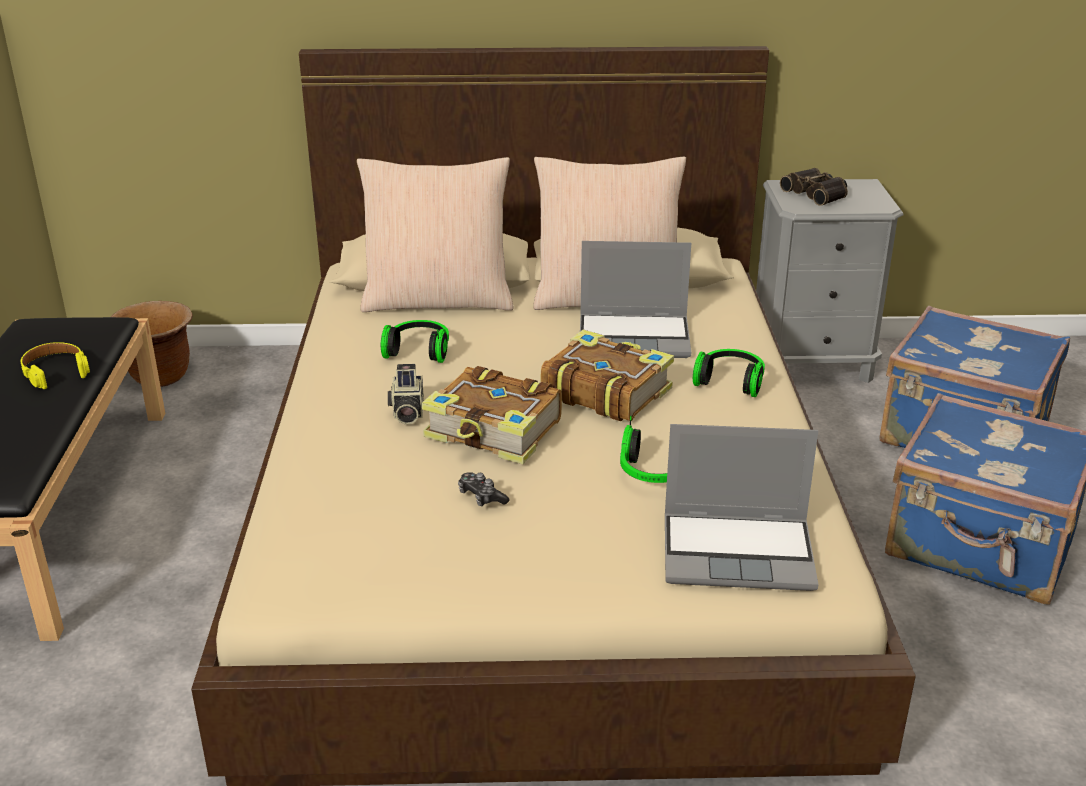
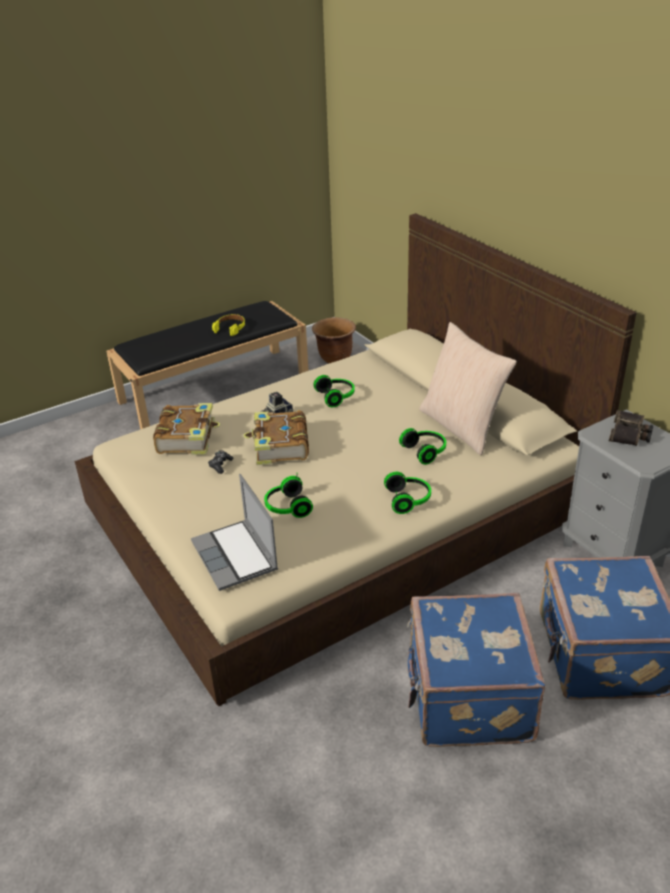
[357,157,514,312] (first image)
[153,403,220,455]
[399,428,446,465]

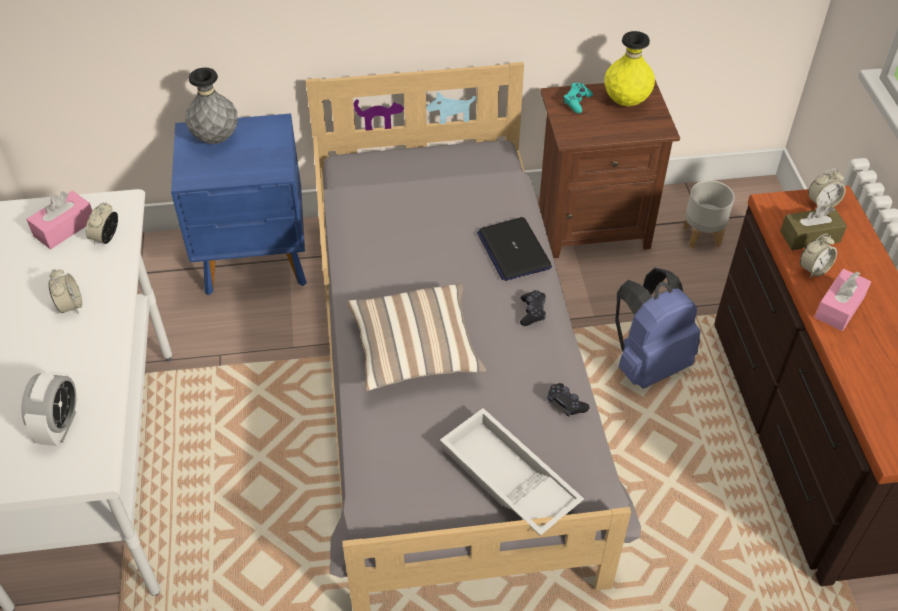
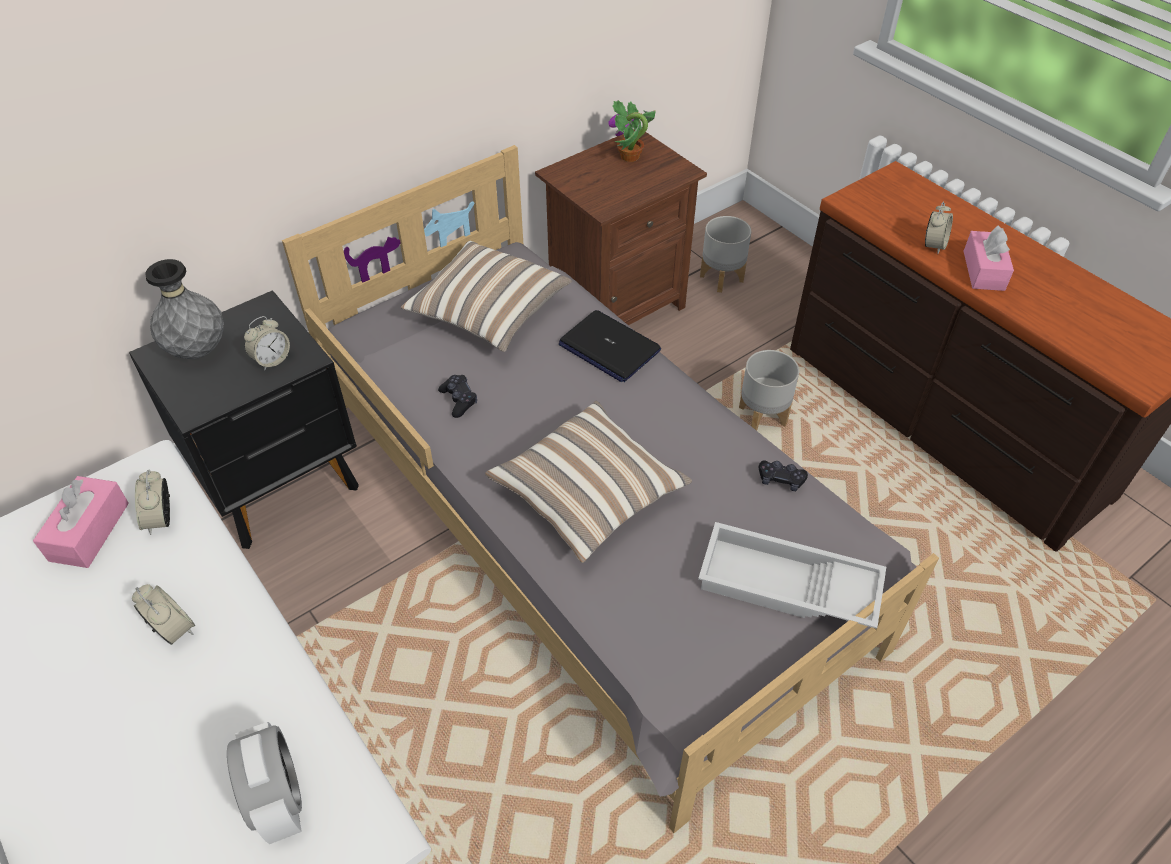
[563,83,593,113] (first image)
[780,205,847,250] (first image)
[401,241,572,352]
[438,375,477,418]
[244,316,290,371]
[608,100,655,162]
[739,350,799,431]
[129,290,359,549]

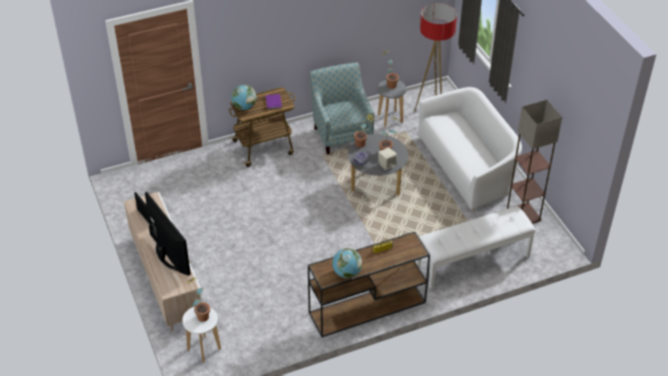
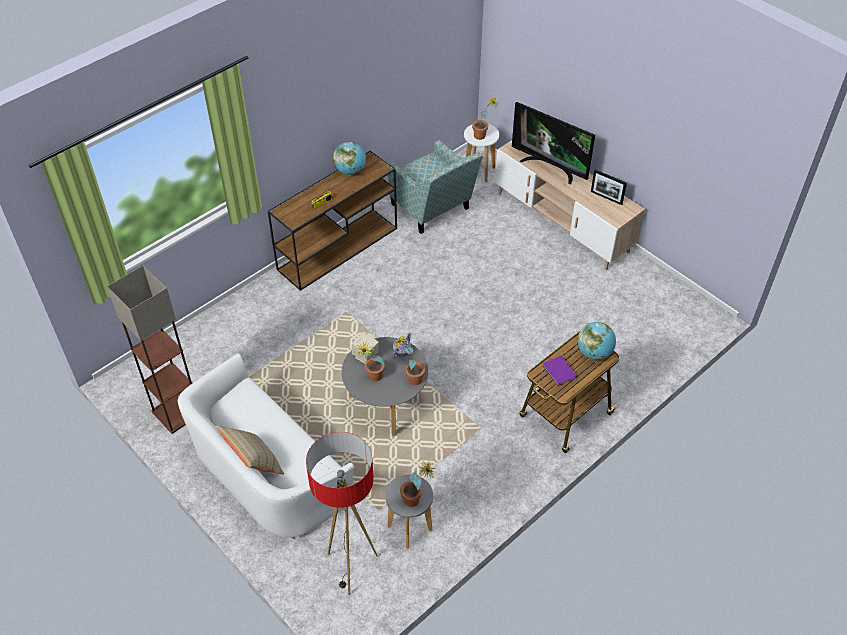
[416,206,536,289] (first image)
[217,426,284,475]
[388,140,483,234]

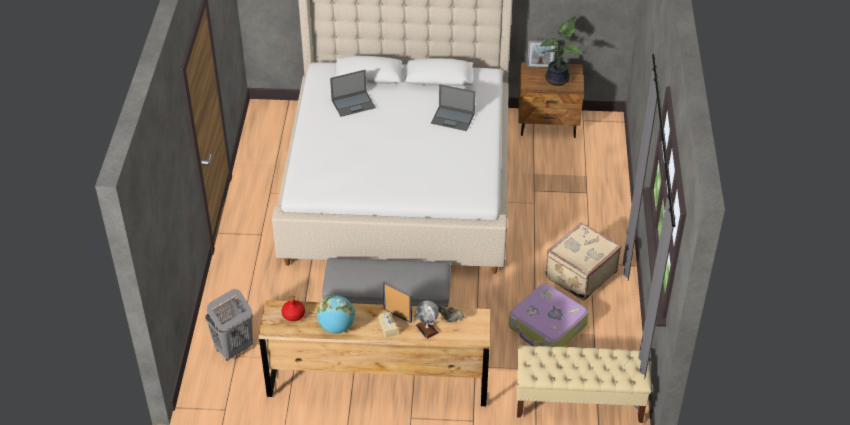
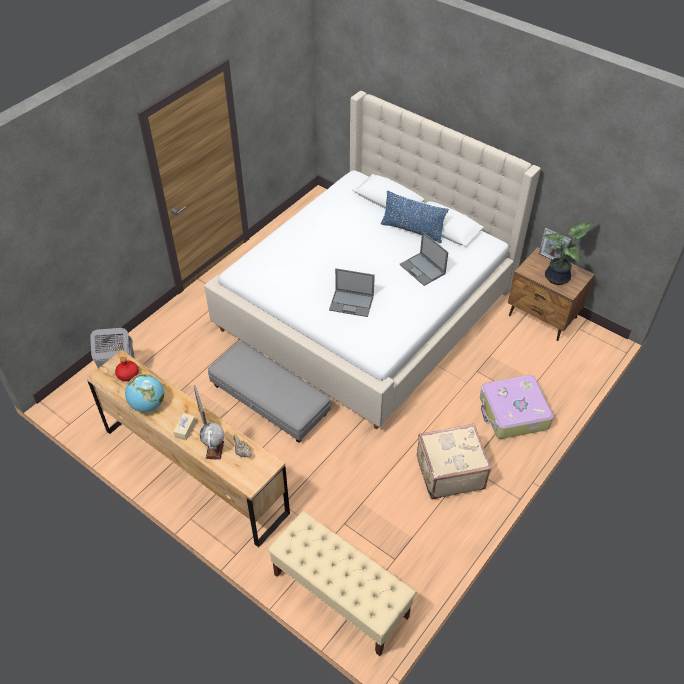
[381,191,449,243]
[329,268,375,317]
[480,375,554,439]

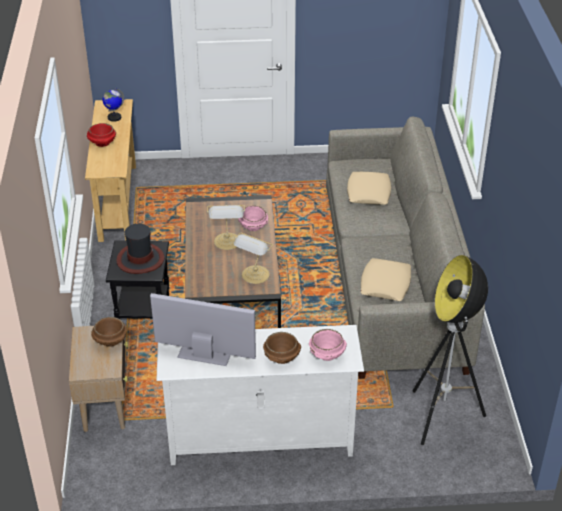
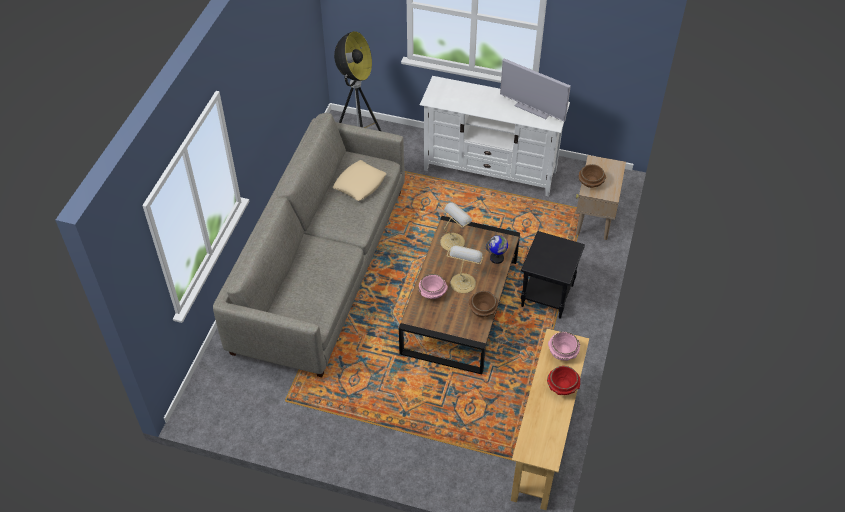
[116,224,164,274] (first image)
[347,172,391,205] (first image)
[486,235,508,264]
[469,291,498,317]
[548,332,580,361]

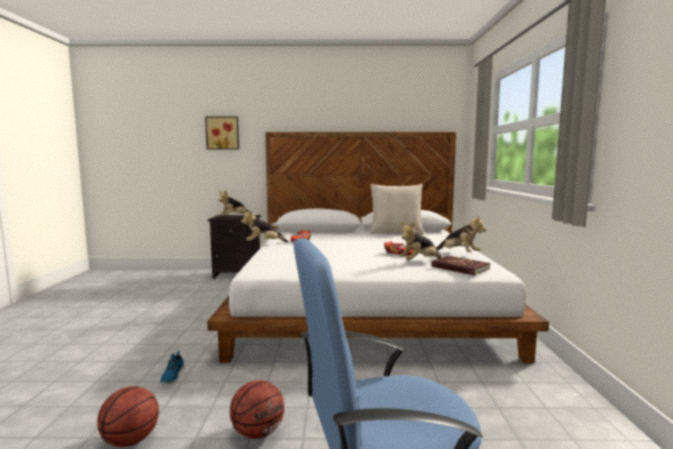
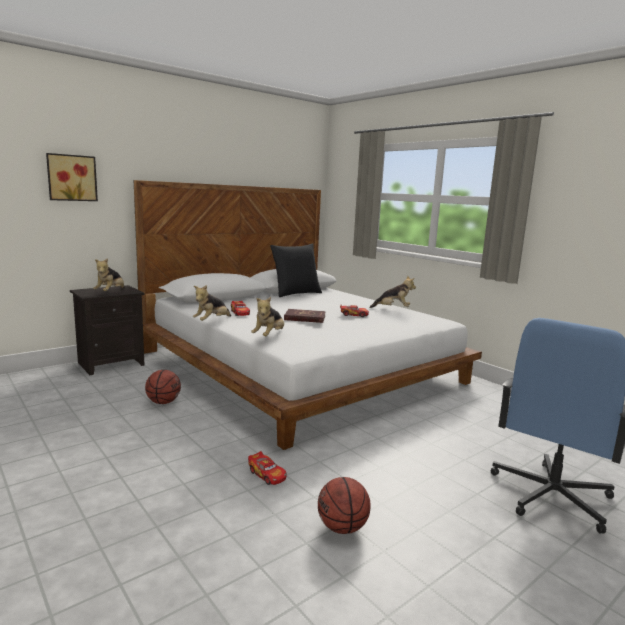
[145,370,181,404]
[251,297,284,336]
[284,309,326,323]
[248,451,287,485]
[270,243,322,297]

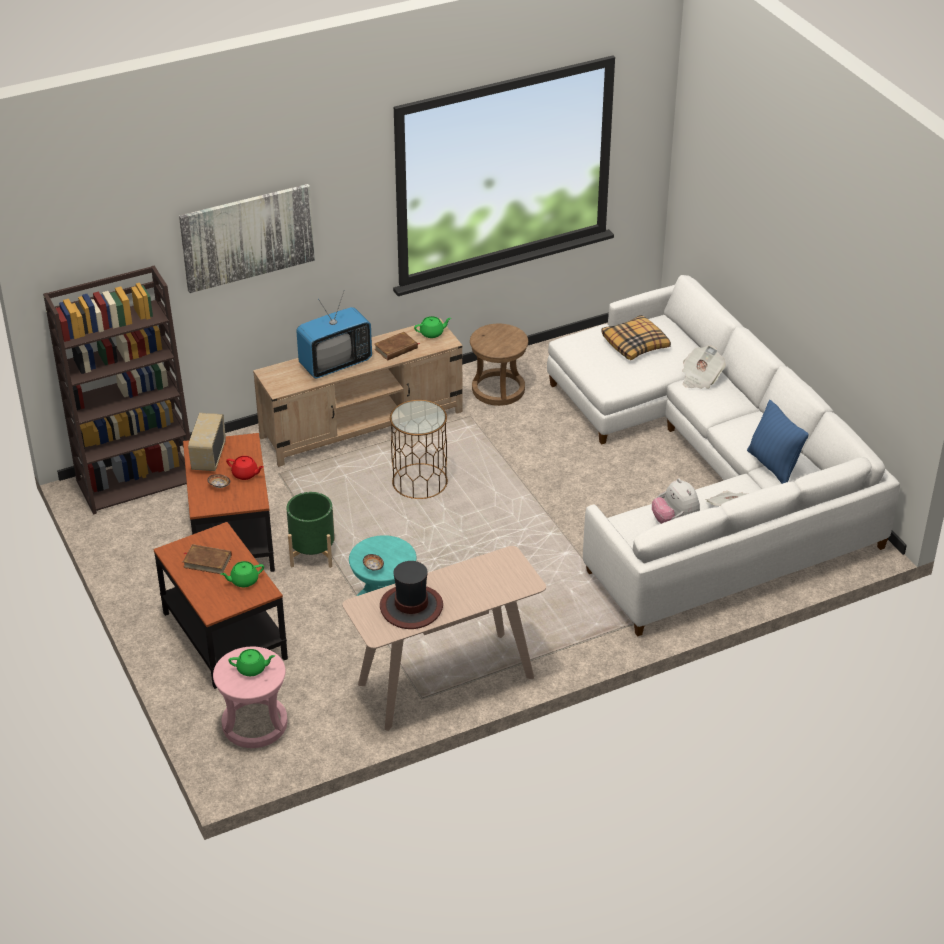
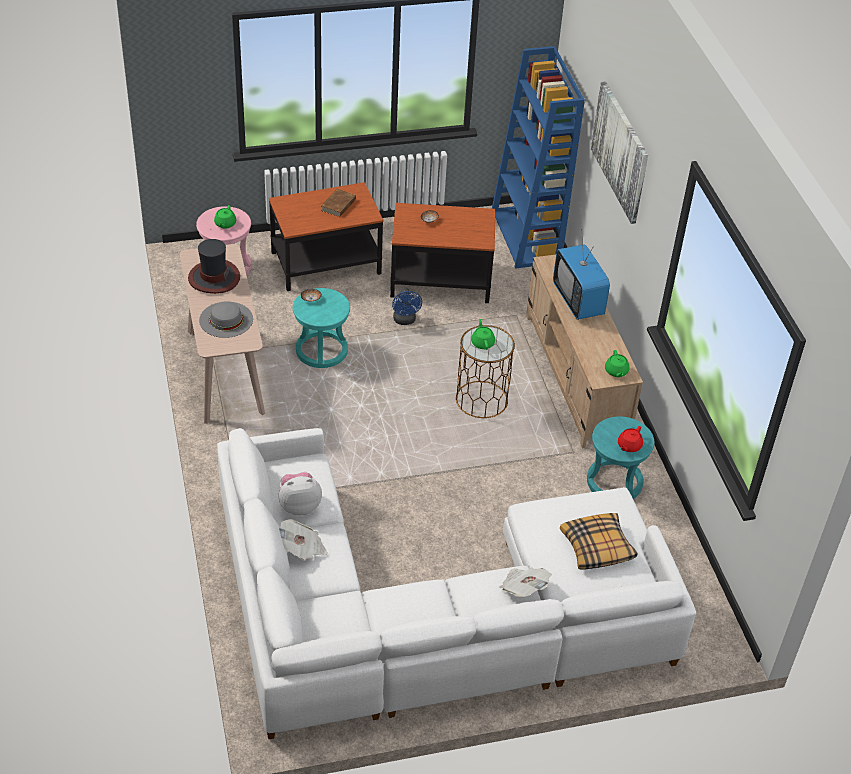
[188,413,226,471] (first image)
[374,332,419,361] (first image)
[747,400,809,484] (first image)
[199,301,253,338]
[471,319,495,350]
[618,426,643,452]
[392,287,422,325]
[492,46,585,269]
[587,416,655,499]

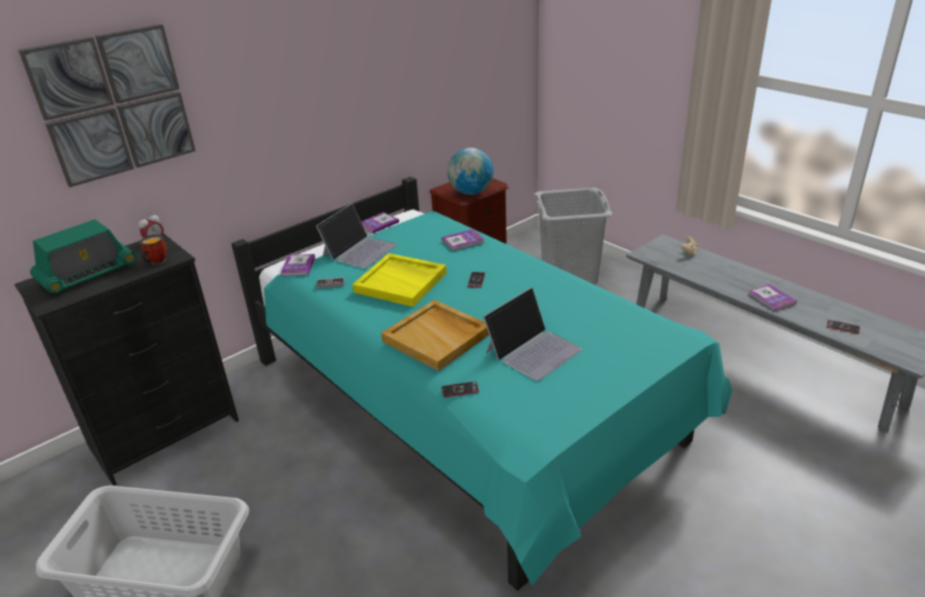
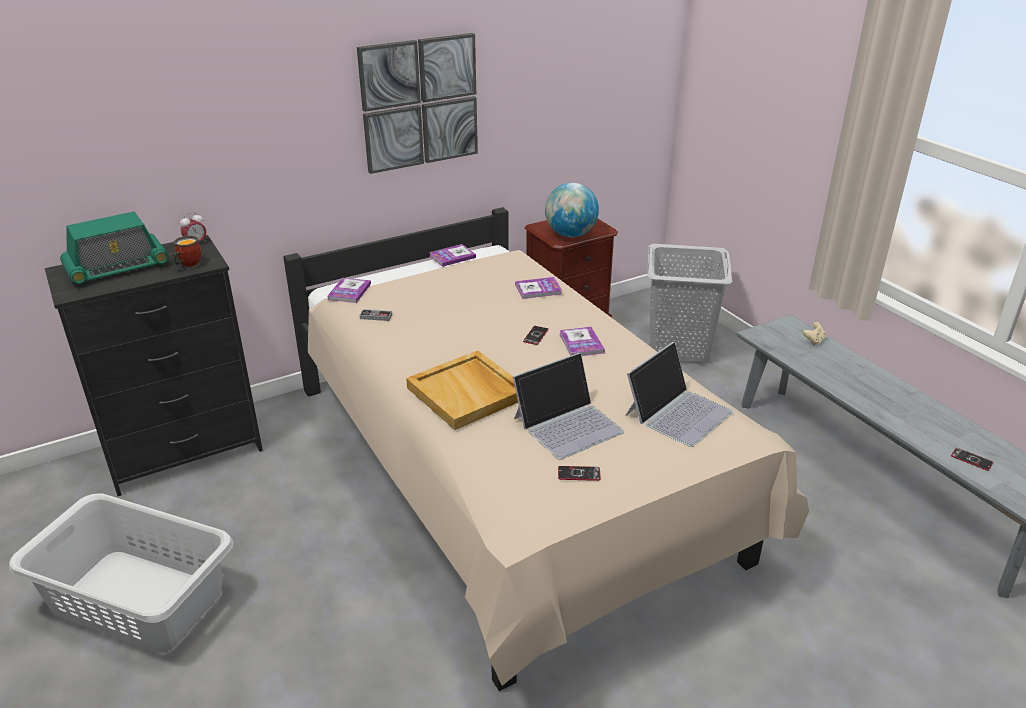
[352,253,447,307] (first image)
[357,33,478,174]
[625,342,733,447]
[558,466,601,481]
[559,327,605,356]
[283,207,809,691]

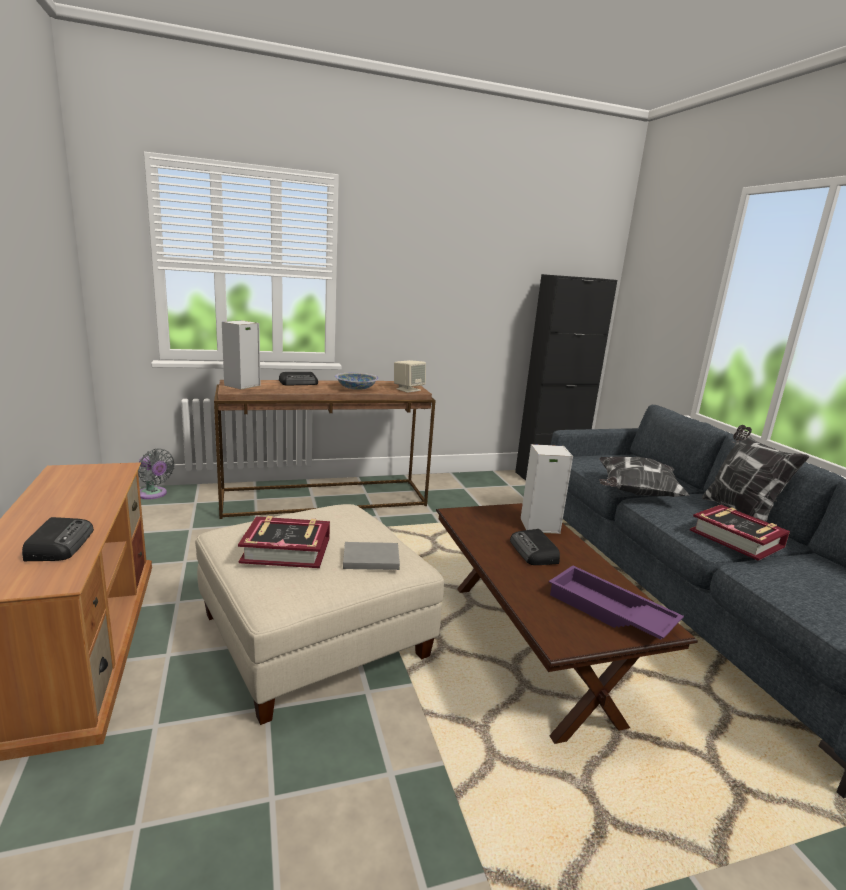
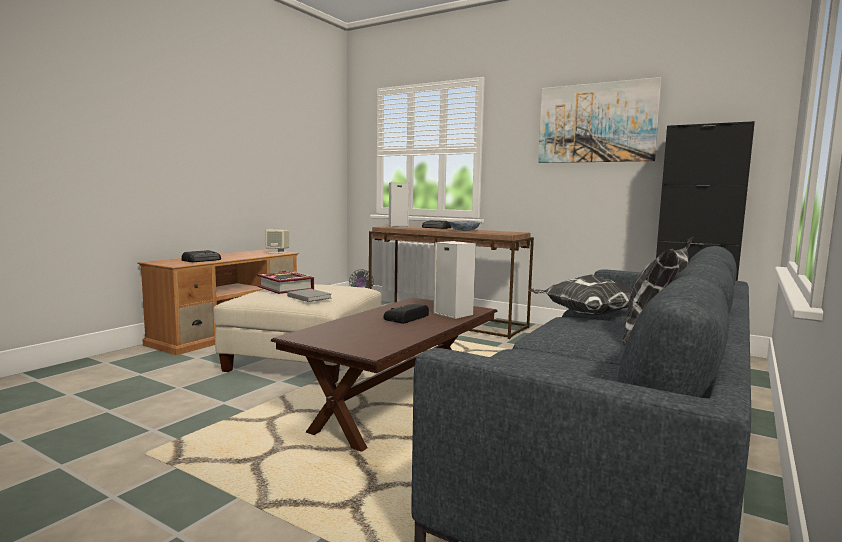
[549,566,684,640] (first image)
[690,505,790,561] (first image)
[538,77,662,163]
[266,230,289,254]

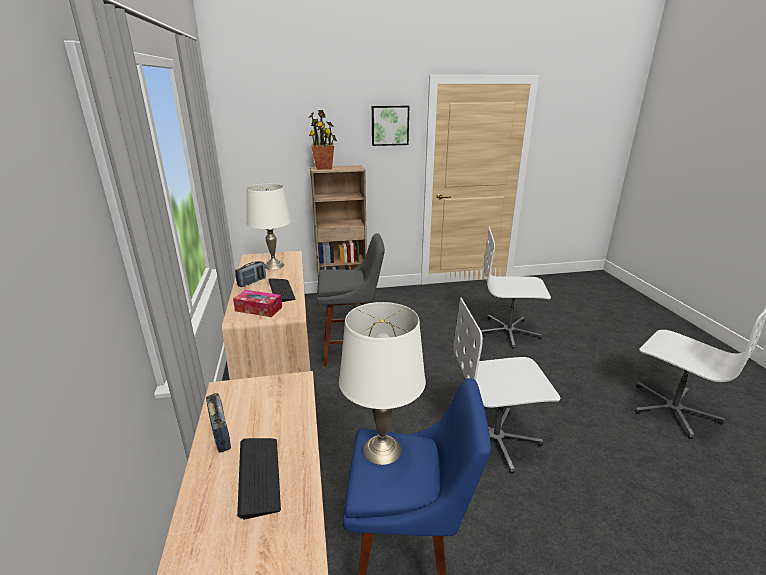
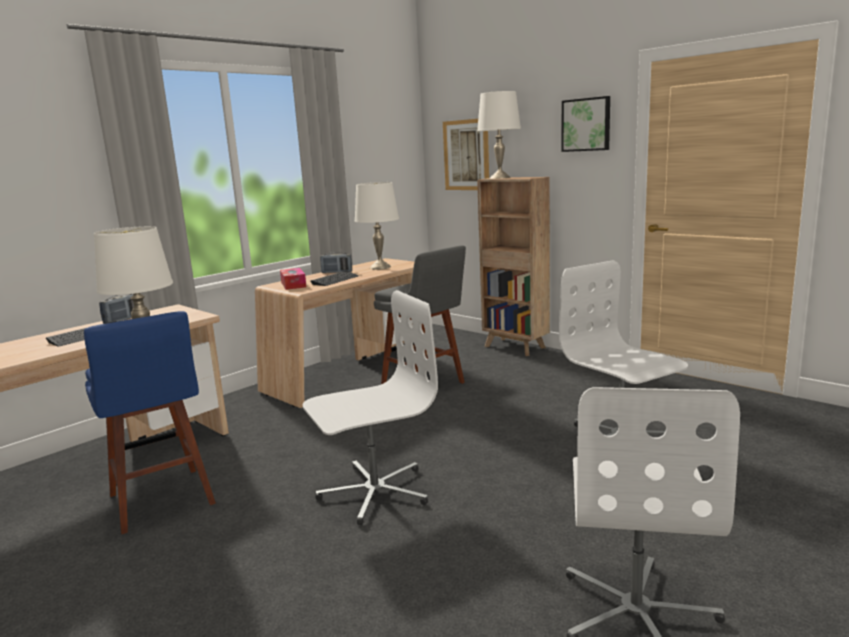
[443,119,489,190]
[477,91,521,179]
[303,290,438,525]

